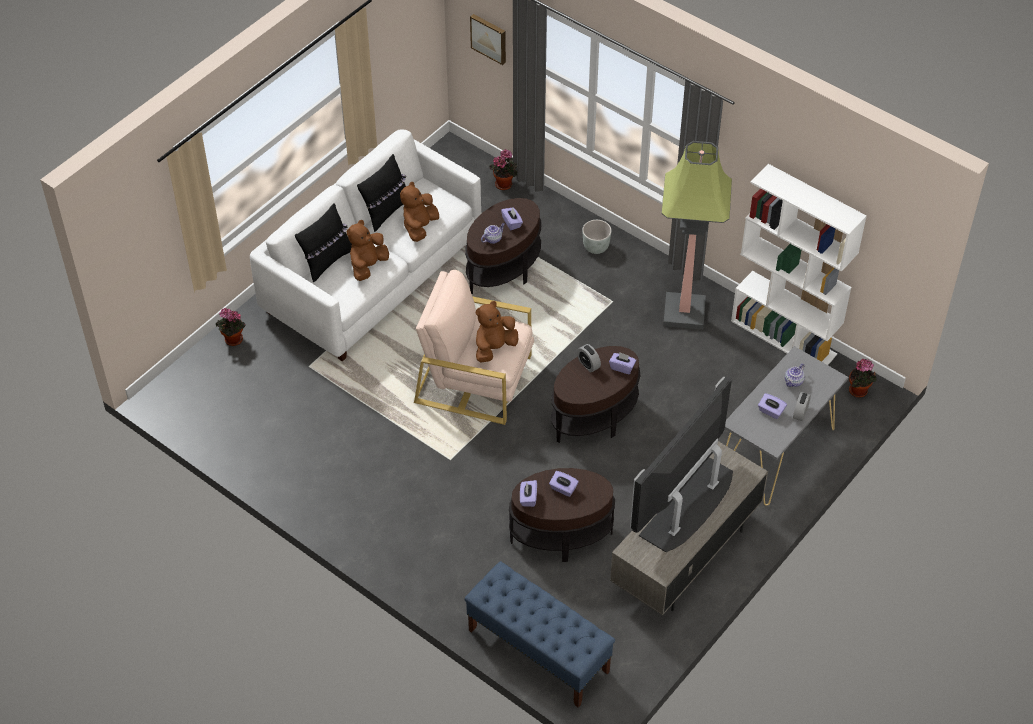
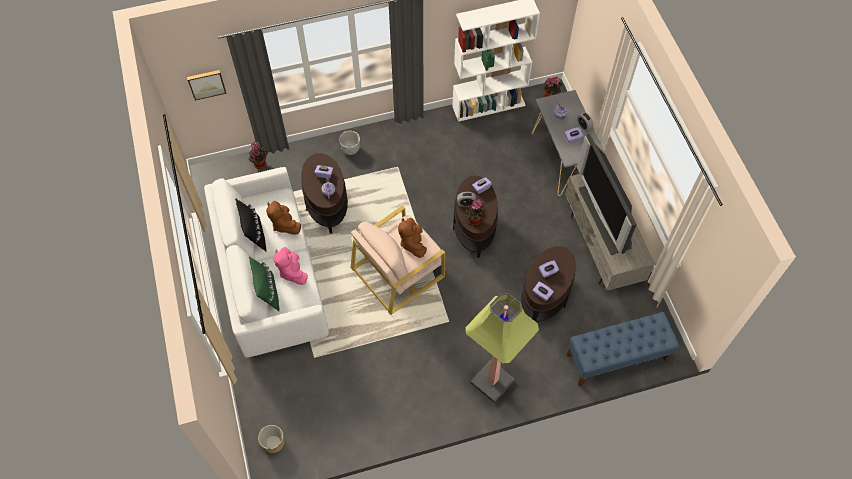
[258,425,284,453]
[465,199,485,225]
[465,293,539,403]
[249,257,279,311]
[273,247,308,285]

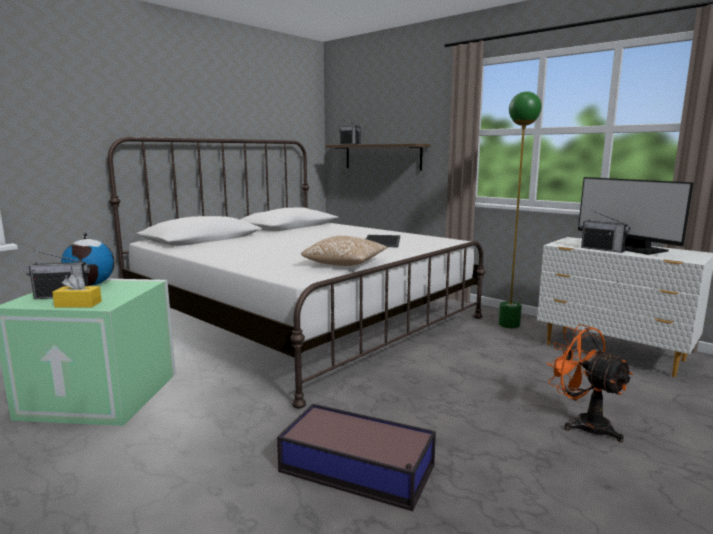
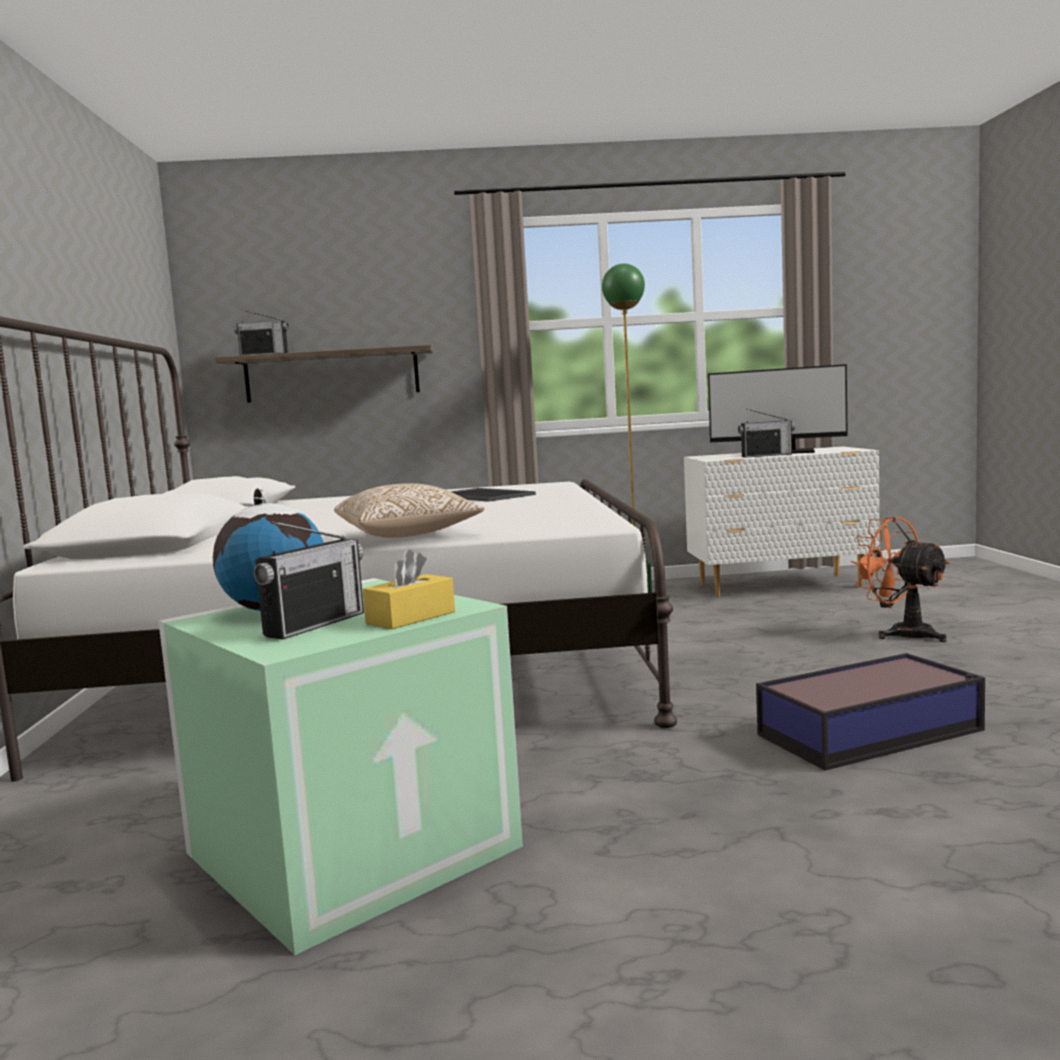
[334,483,485,538]
[851,517,950,642]

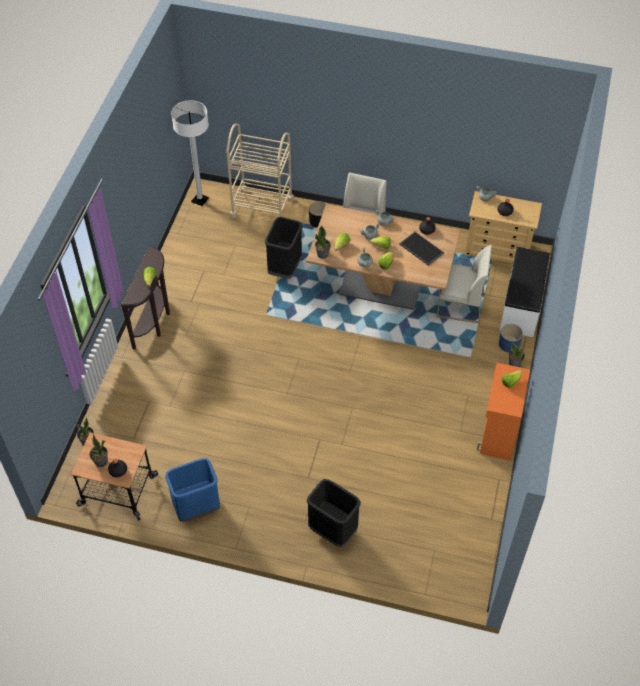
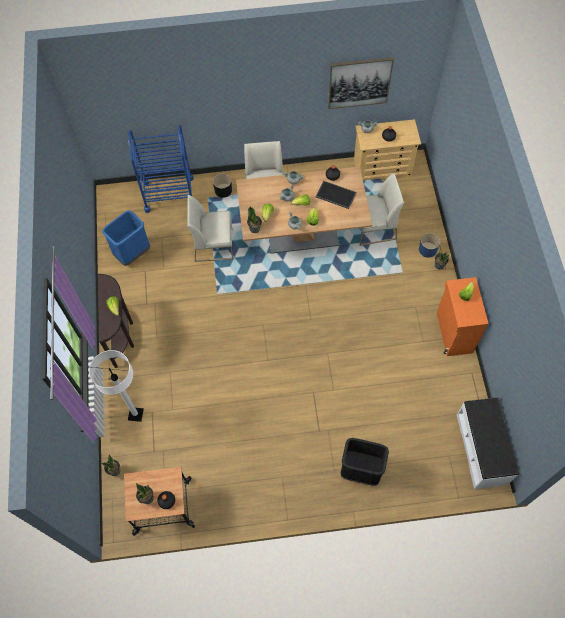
[328,57,394,109]
[102,210,150,266]
[89,350,144,422]
[457,397,519,489]
[187,195,233,262]
[128,125,194,213]

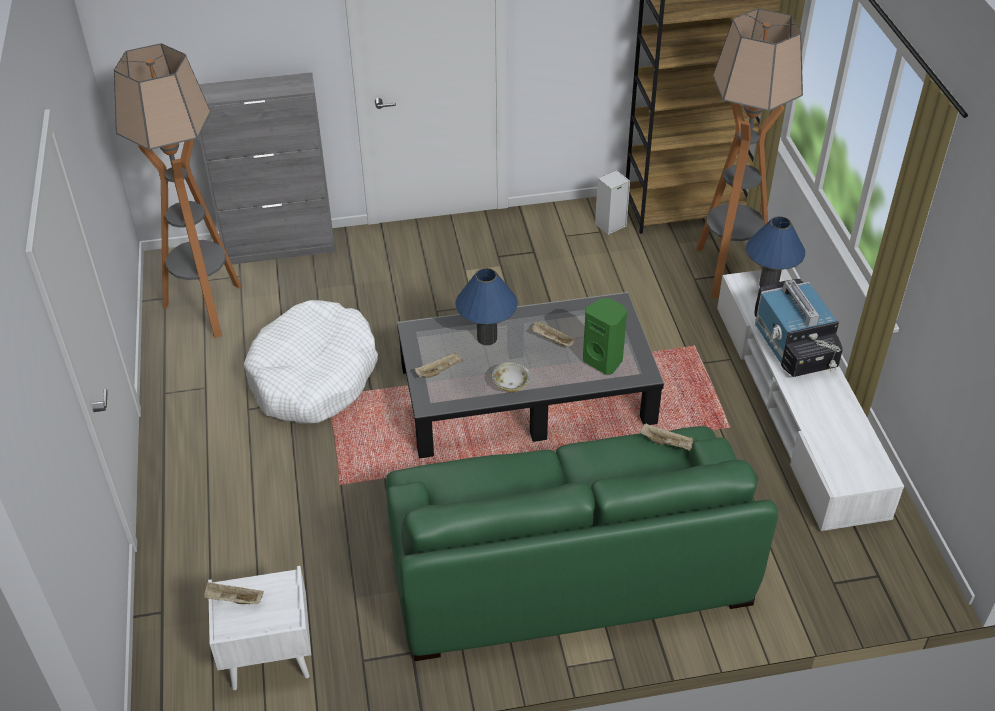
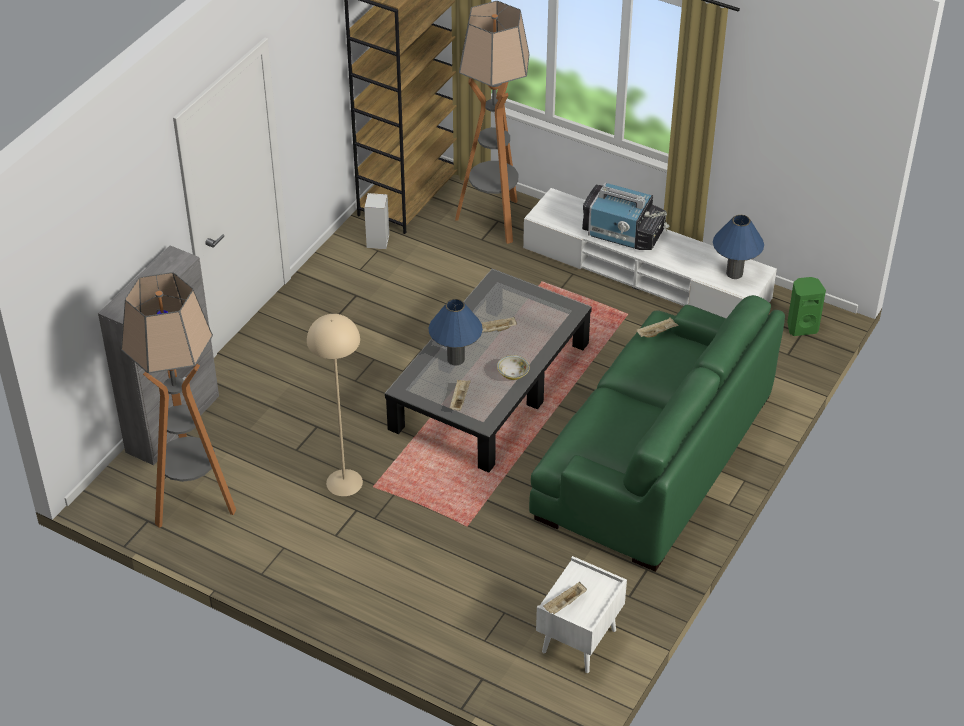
[787,277,826,336]
[713,215,764,279]
[307,314,363,496]

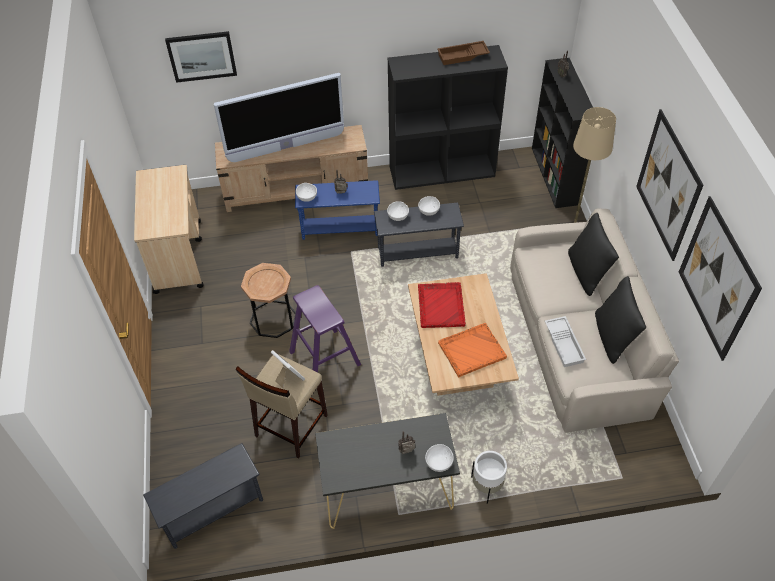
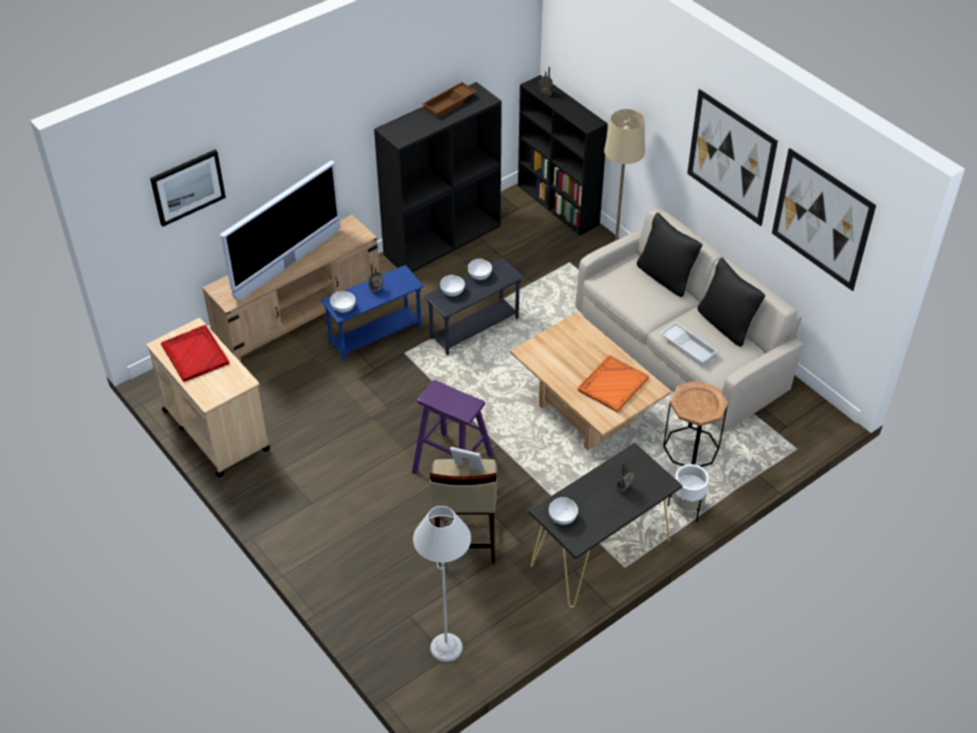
[663,380,728,467]
[161,325,229,382]
[549,497,578,525]
[413,506,471,662]

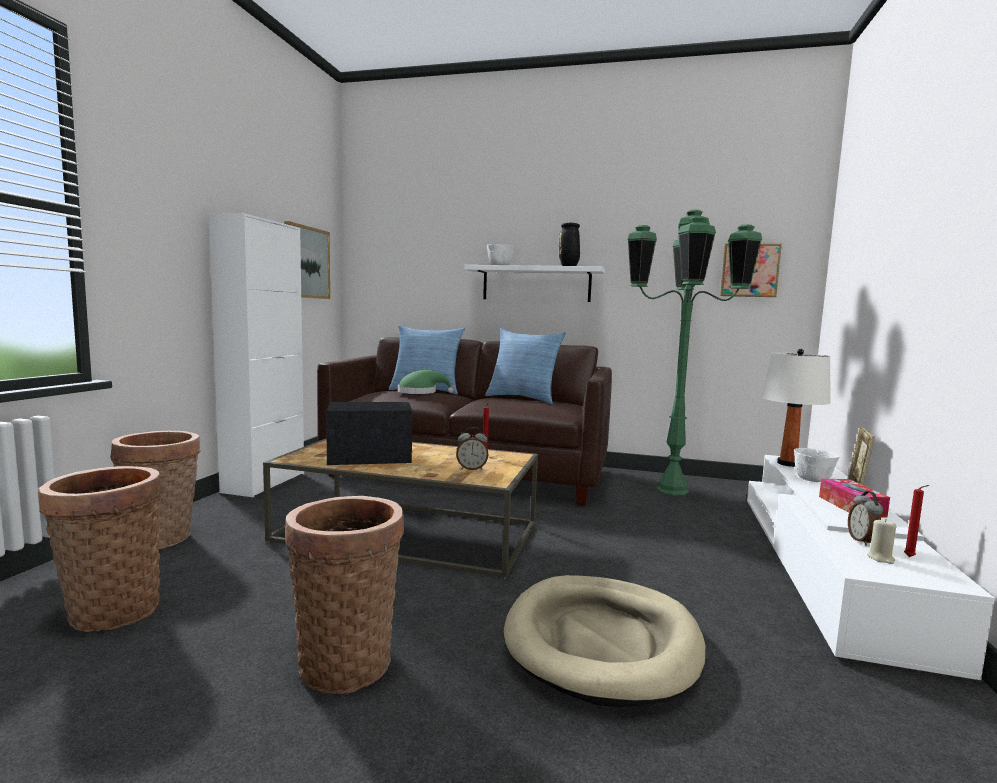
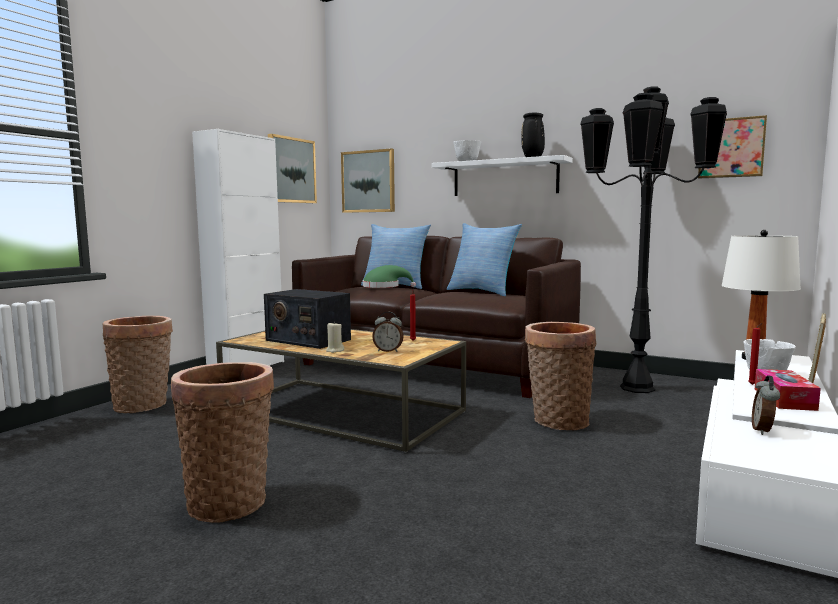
[504,575,705,707] (first image)
[341,148,395,213]
[525,322,596,430]
[326,322,344,353]
[748,323,762,385]
[580,86,727,393]
[264,289,351,349]

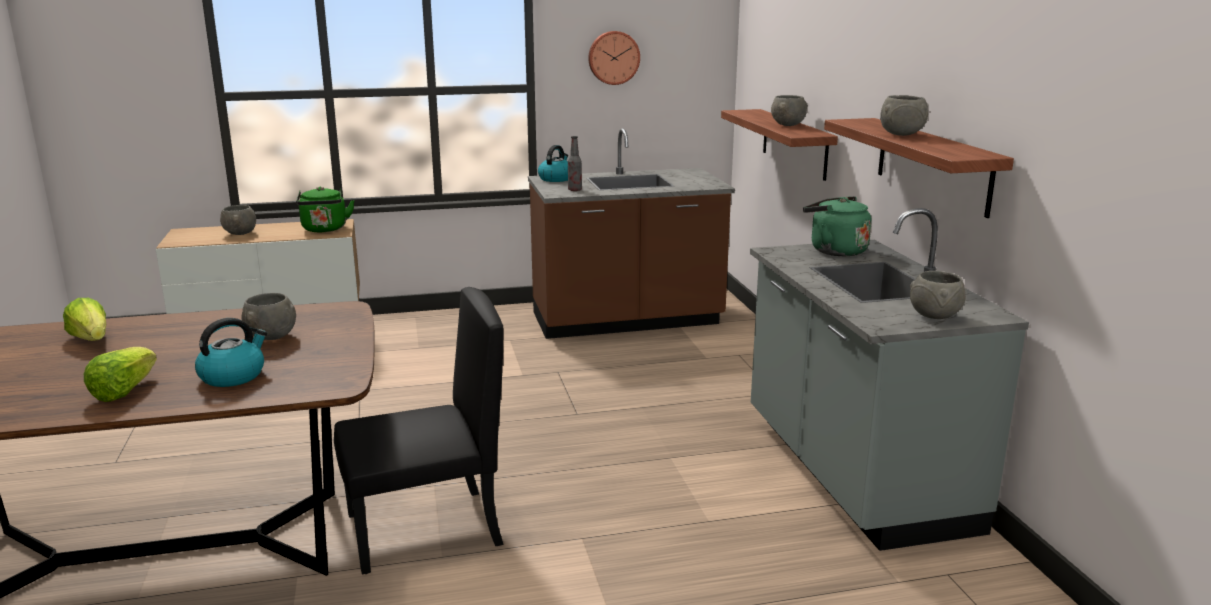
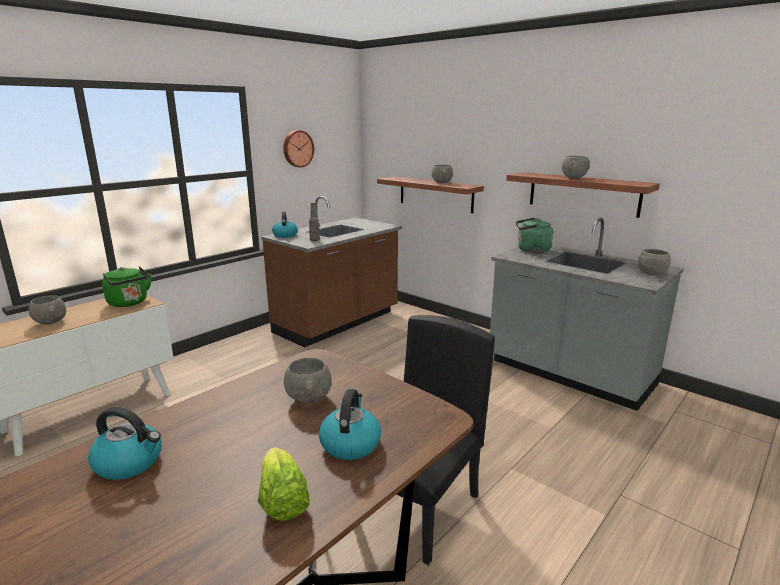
[88,407,162,480]

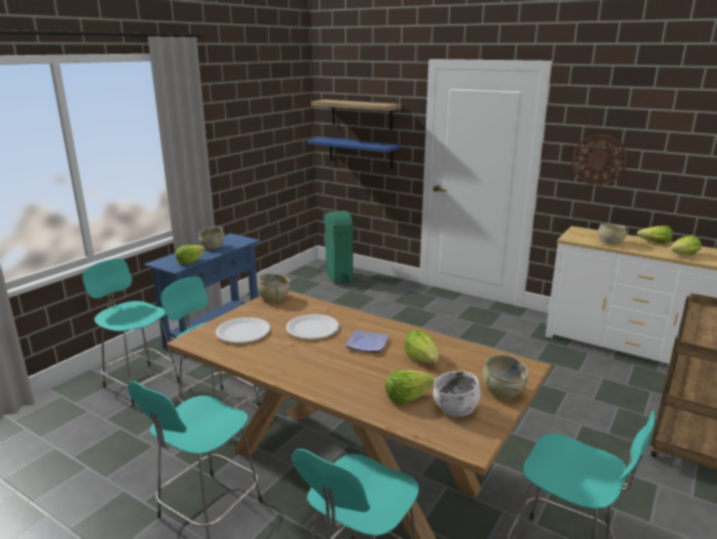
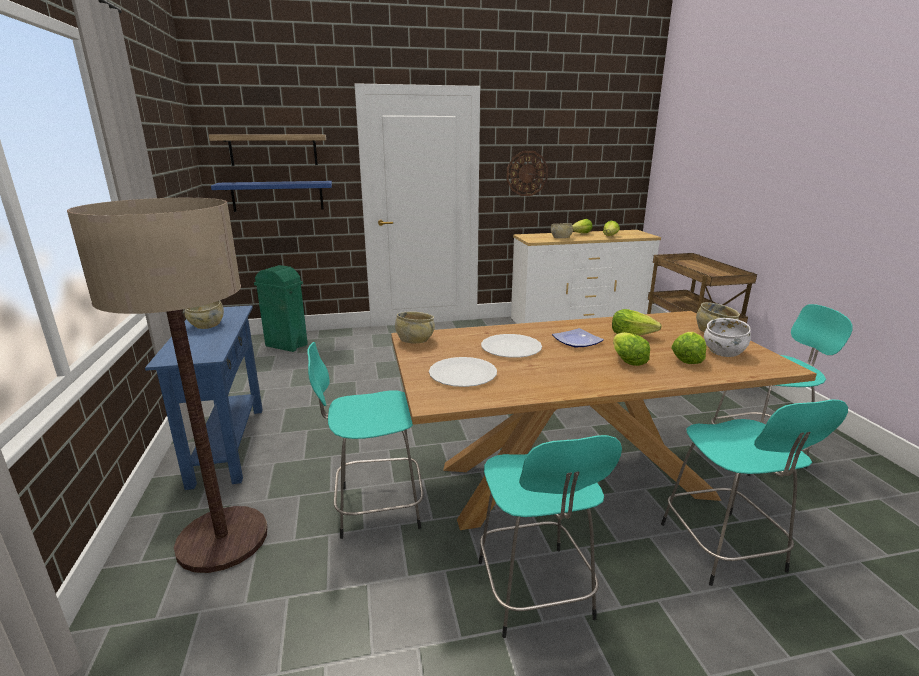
[613,332,650,366]
[67,198,268,573]

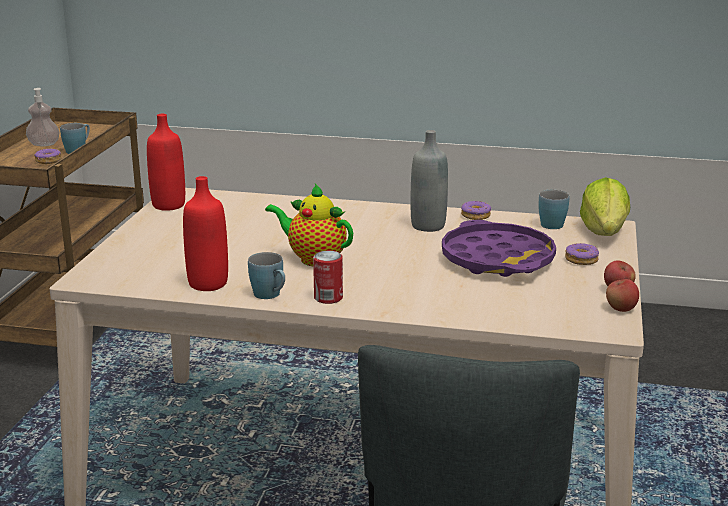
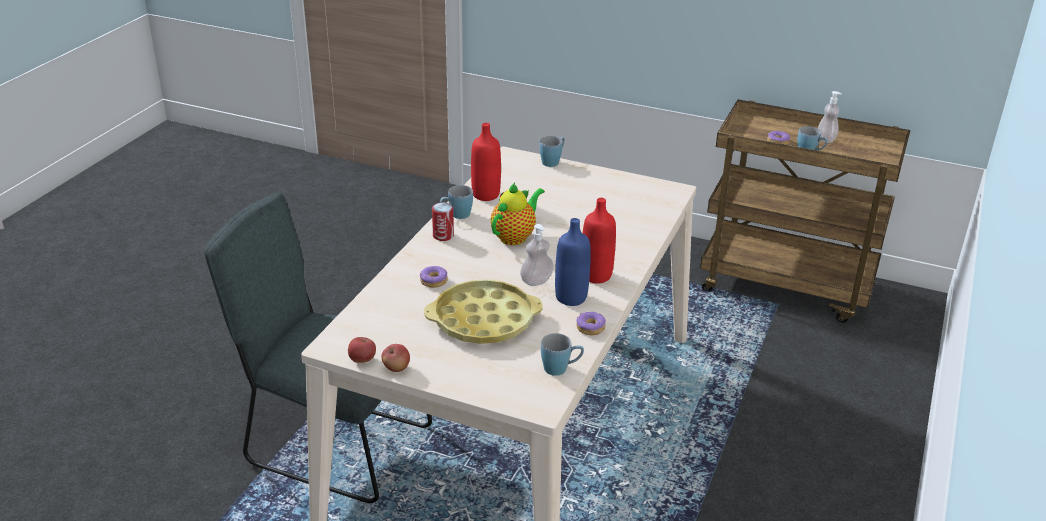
[580,177,630,236] (first image)
[520,224,554,286]
[540,136,565,167]
[583,198,616,284]
[420,266,448,288]
[555,218,591,306]
[424,279,542,344]

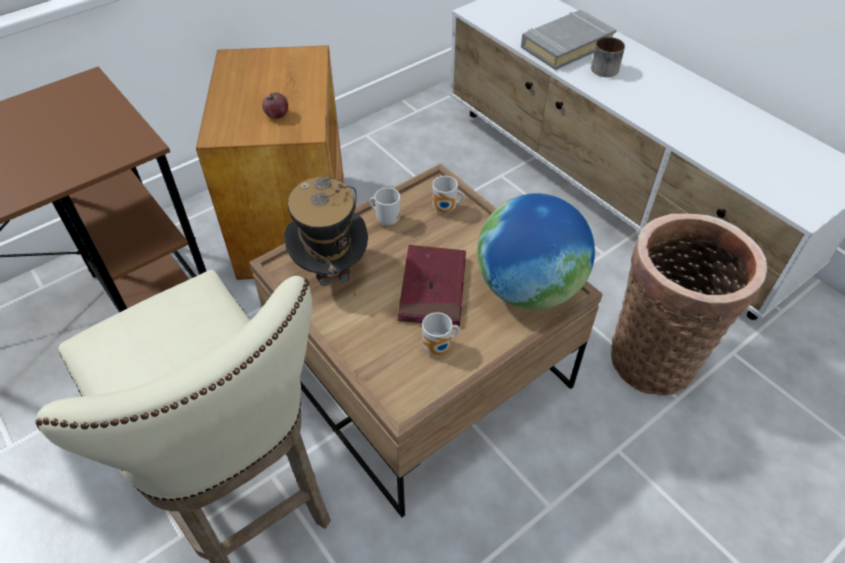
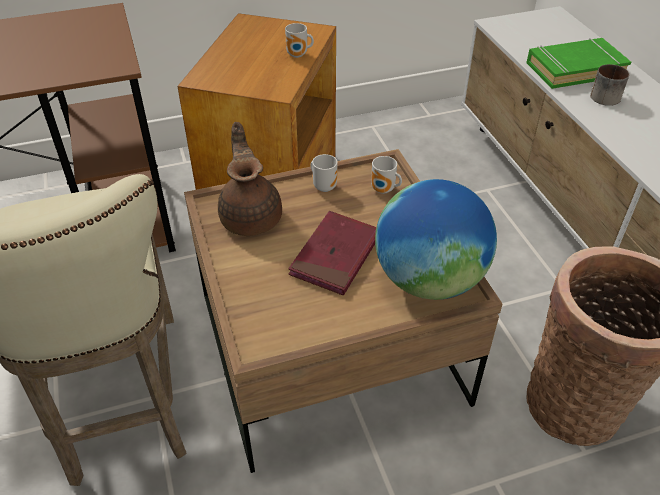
[262,93,288,119] (first image)
[285,23,314,58]
[218,122,282,236]
[527,38,631,89]

